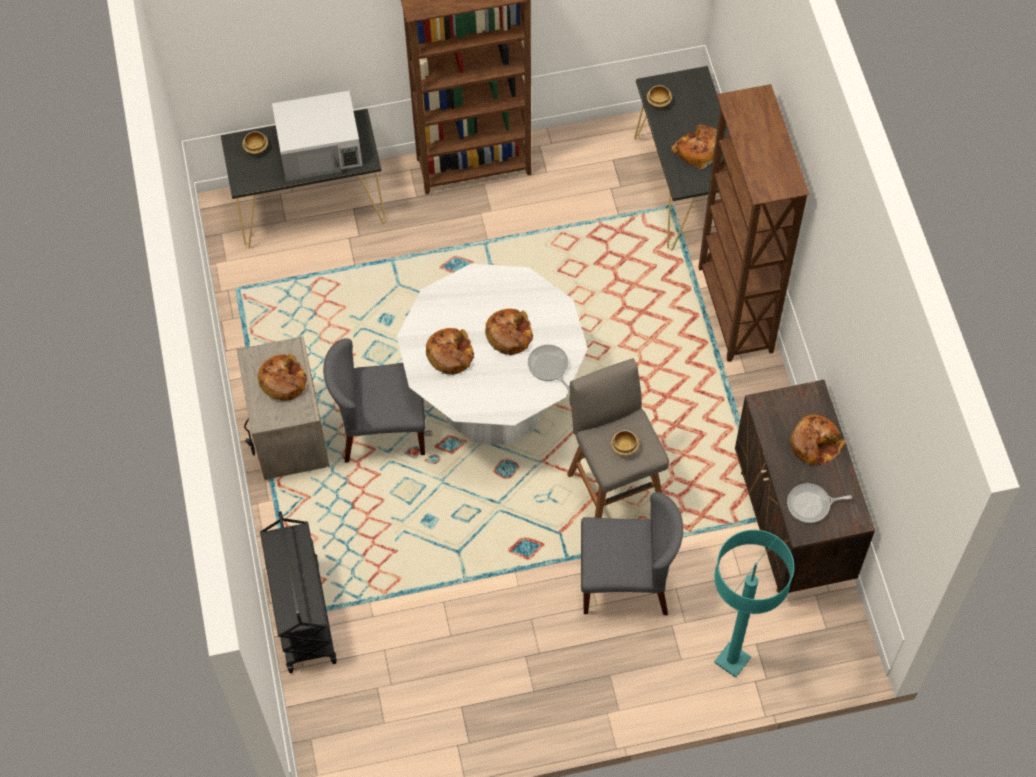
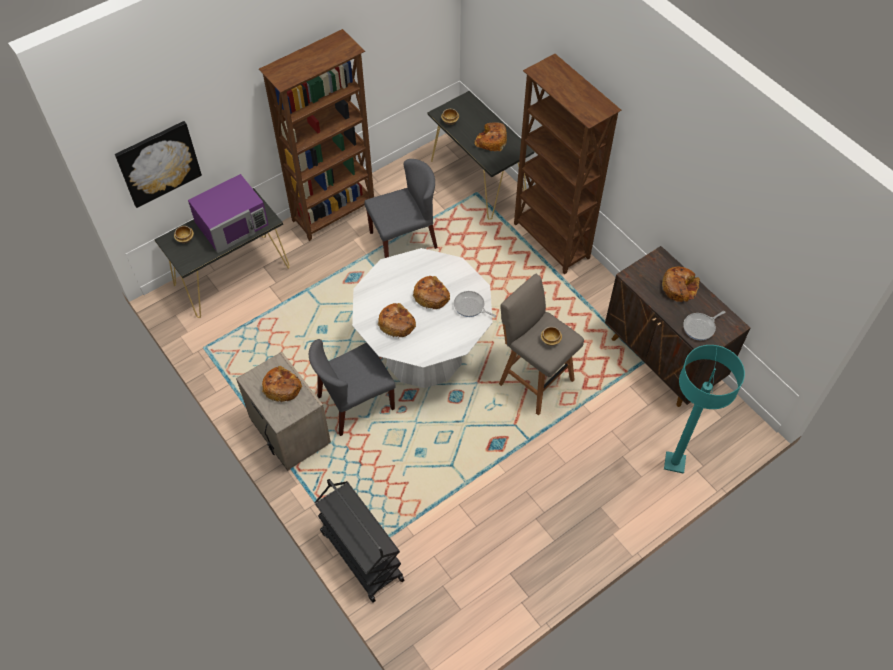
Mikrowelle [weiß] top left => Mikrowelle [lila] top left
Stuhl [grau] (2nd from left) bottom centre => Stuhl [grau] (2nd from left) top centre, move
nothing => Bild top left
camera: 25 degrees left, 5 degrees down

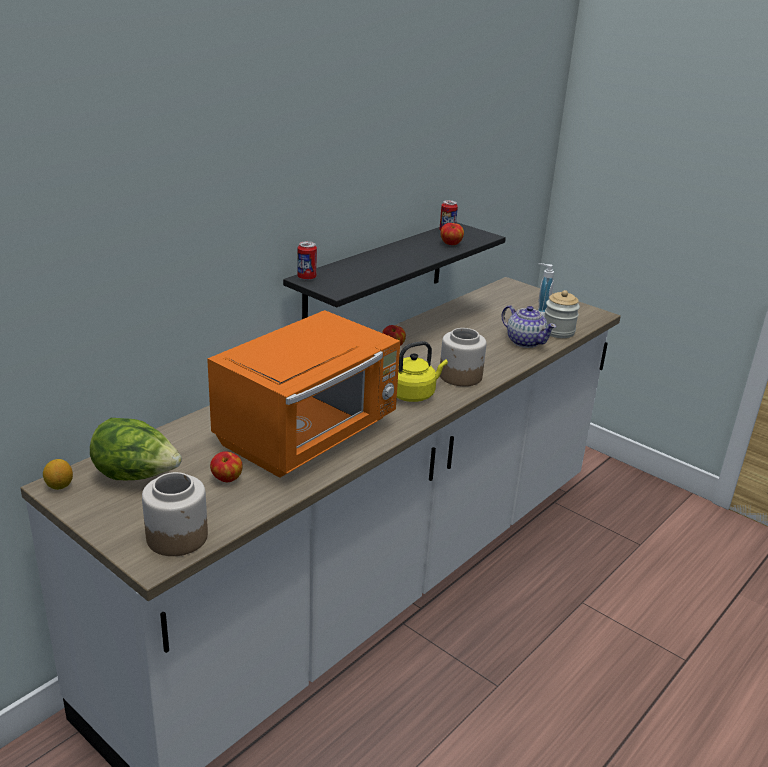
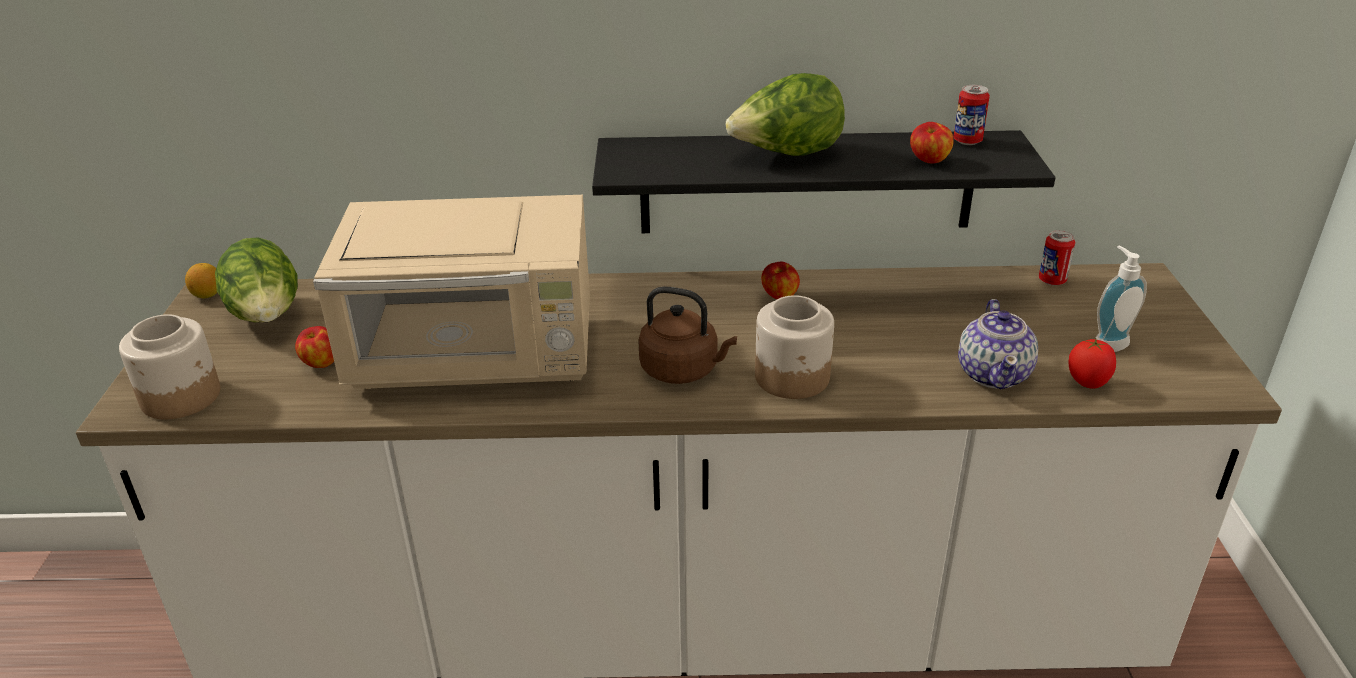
Dose (1st from left in the first image) centre => Dose (2nd from left) middle right, move
Vorratsglas (3rd from left) middle right => Tomate middle right
Mikrowelle [orange] centre => Mikrowelle [beige] middle left
Wasserkessel [gelb] centre => Wasserkessel [braun] centre
nothing => Salatkopf (2nd from left) top centre
camera: 50 degrees right, 5 degrees up

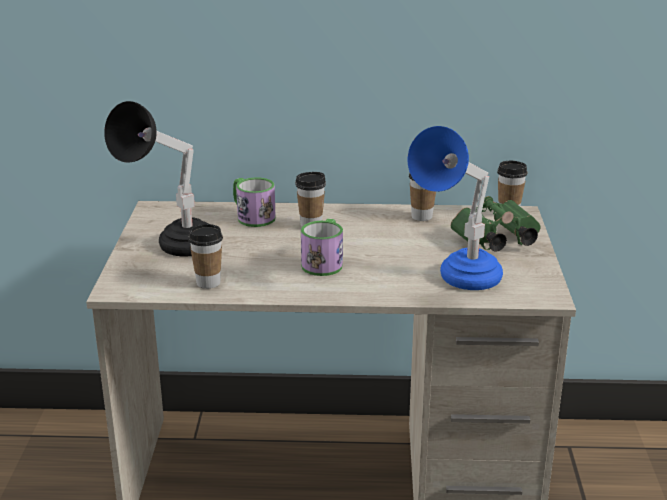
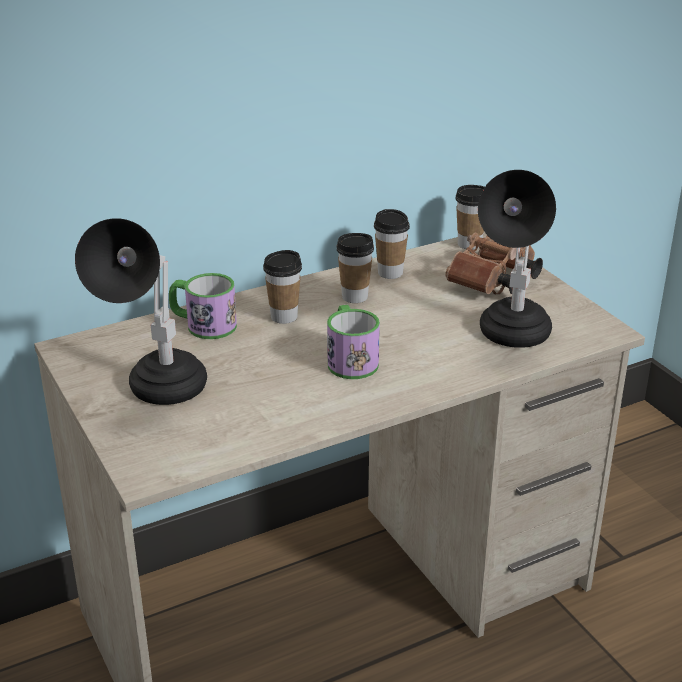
Tischlampe [blau] middle right => Tischlampe [schwarz] (2nd from left) middle right
Fernglas [grün] middle right => Fernglas [braun] middle right
Tasse (1st from left in the first image) middle left => Tasse (2nd from left) centre, move
camera: 30 degrees left, 5 degrees up

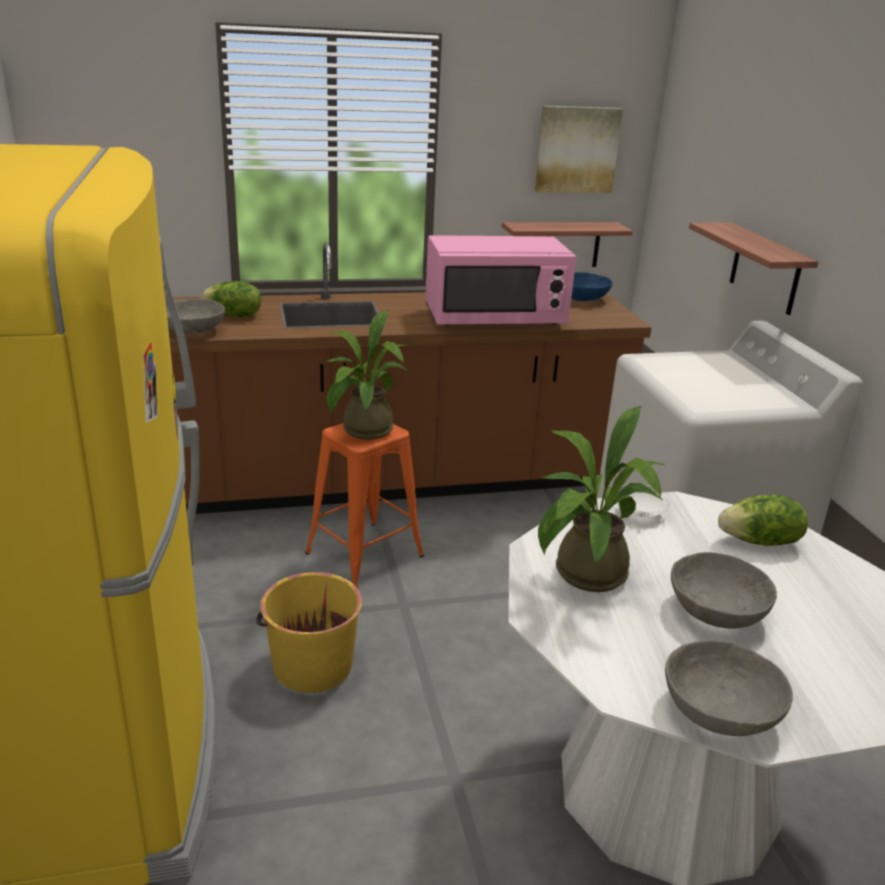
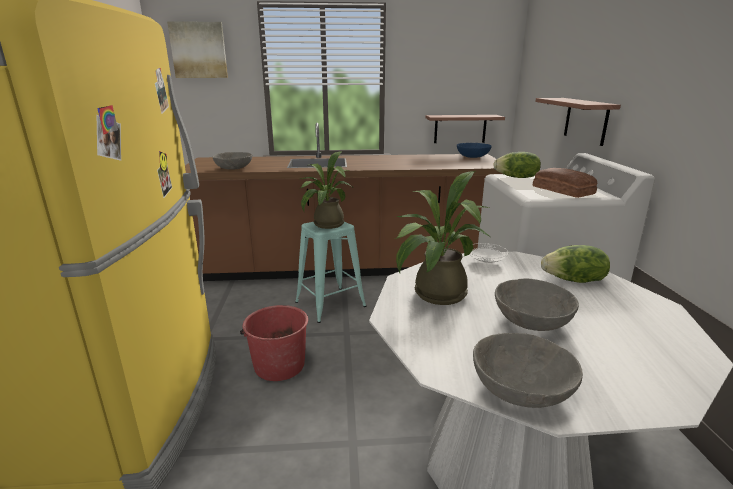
Bild top centre => Bild top left, move
Mikrowelle [rosa] top centre => nothing
Salatkopf (1st from left) middle left => Salatkopf (1st from left) middle right, move
Hocker [orange] centre => Hocker [türkis] centre
Eimer [gelb] bottom centre => Eimer [rot] bottom centre
nothing => Brot middle right
camera: 10 degrees right, 5 degrees down

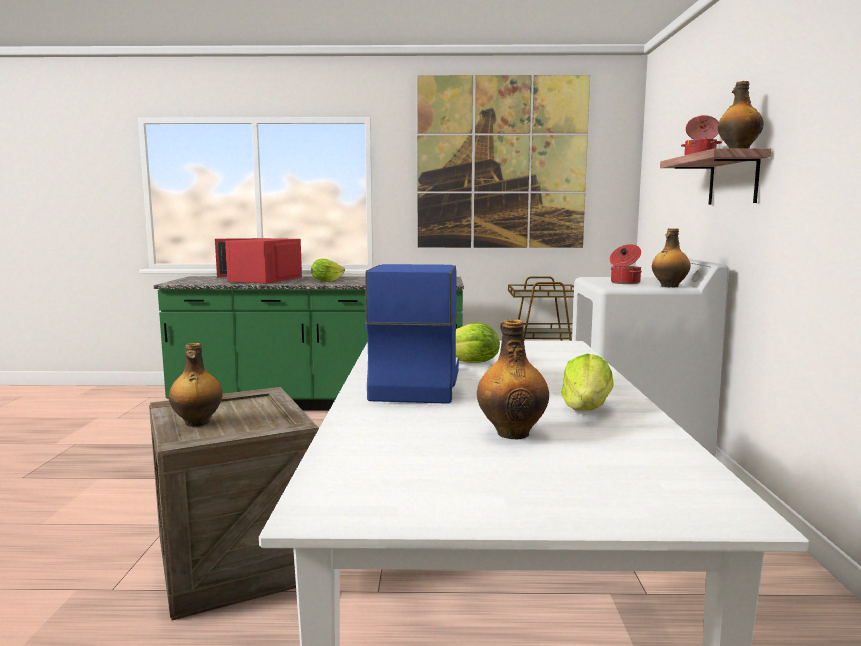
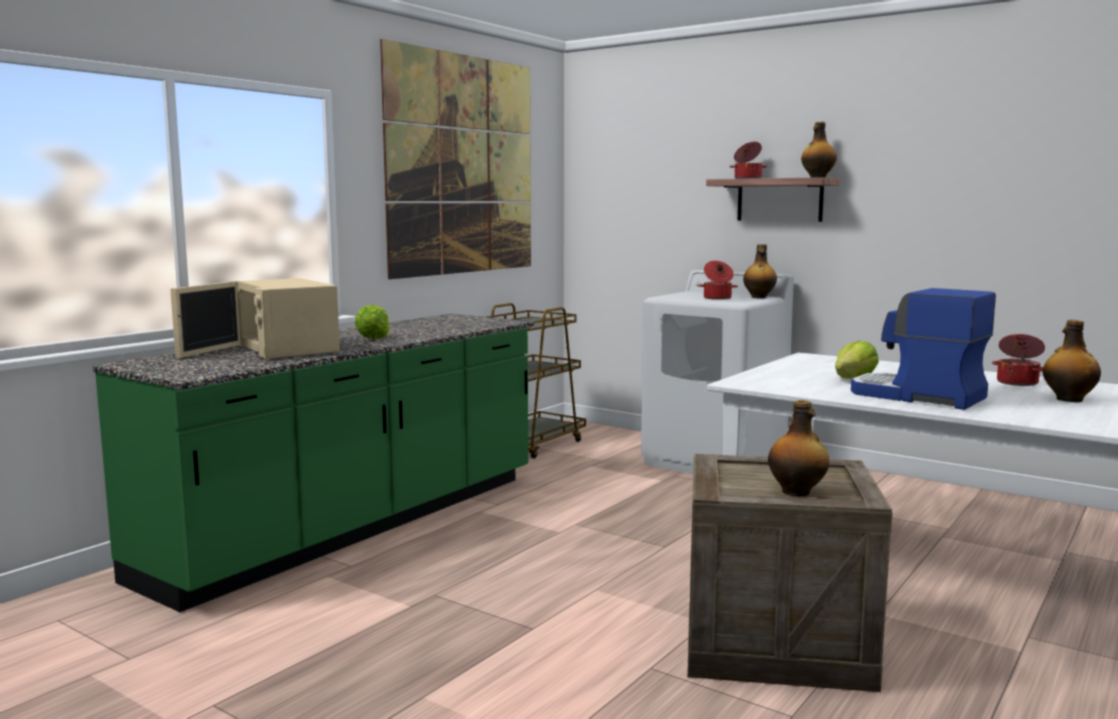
Mikrowelle [rot] middle left => Mikrowelle [beige] middle left
Salatkopf (3rd from left) middle right => Kochtopf (3rd from left) middle right
camera: 55 degrees left, 0 degrees up

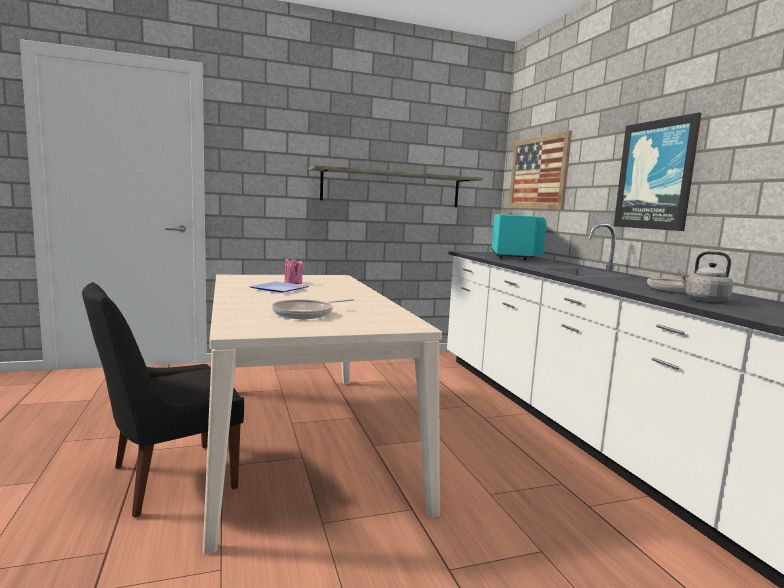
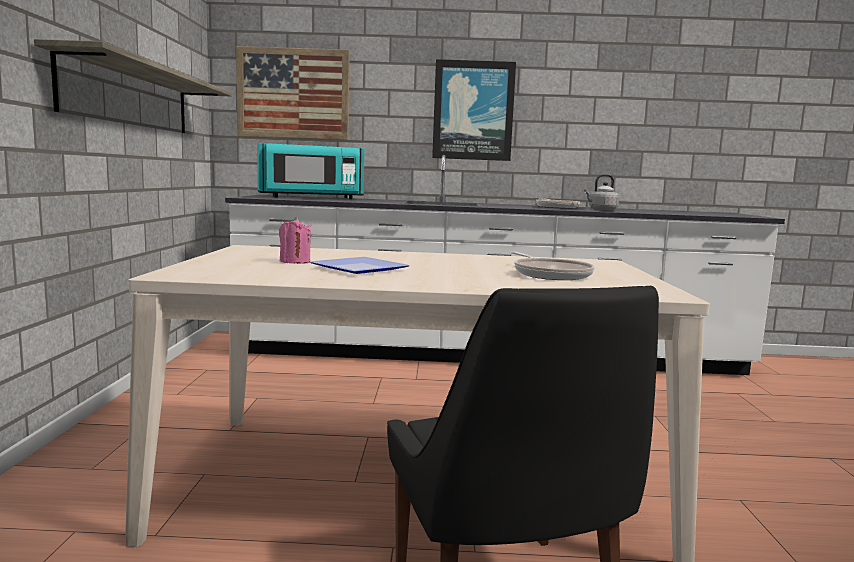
Mikrowelle [türkis] centre => Mikrowelle [türkis] top centre, 135 degrees clockwise
camera: 70 degrees left, 0 degrees up

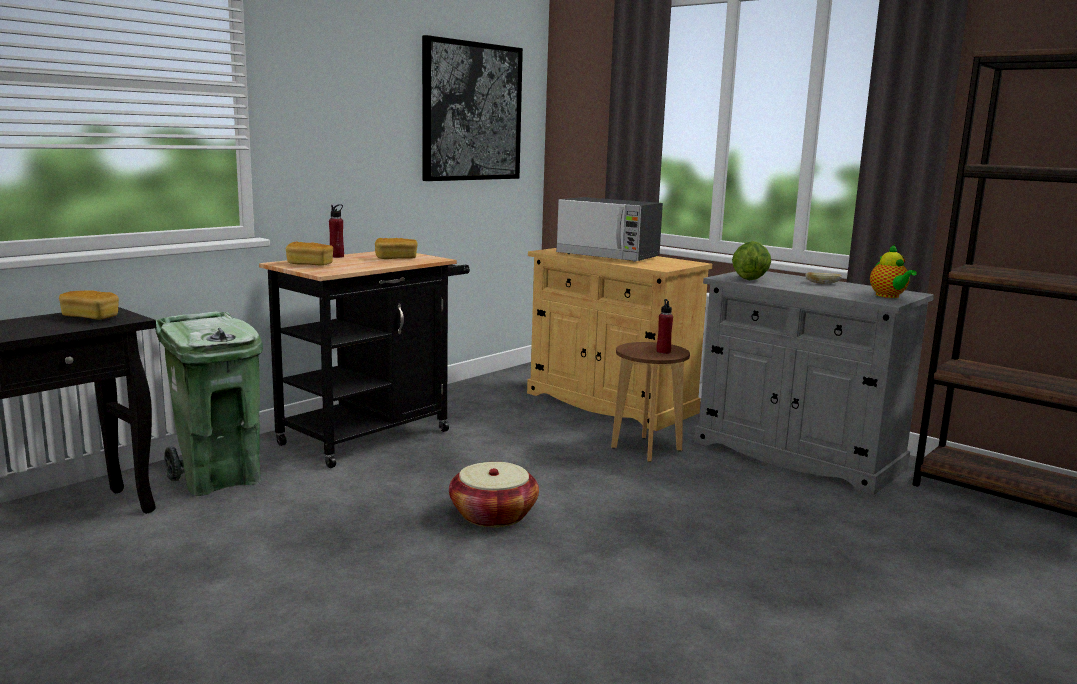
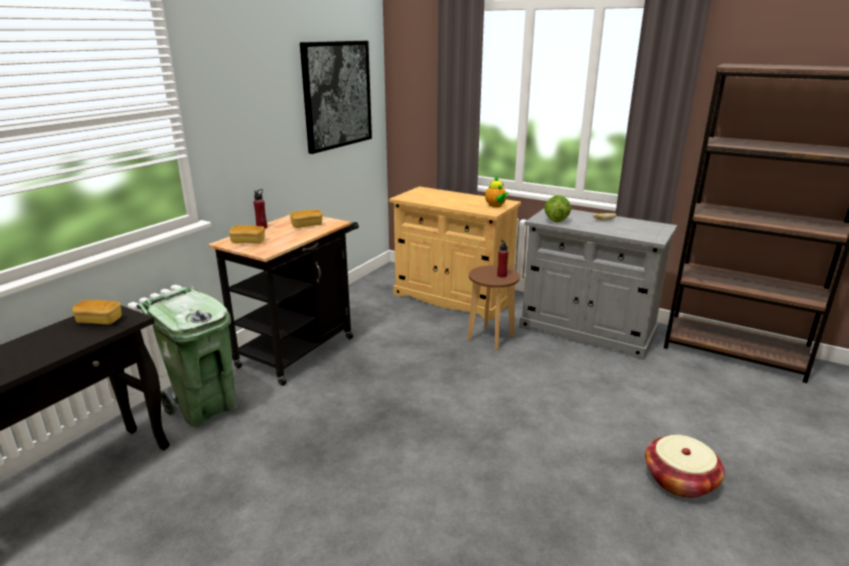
Mikrowelle centre => nothing
Teekanne middle right => Teekanne centre, move
Korb bottom centre => Korb bottom right, move
camera: 10 degrees left, 10 degrees up

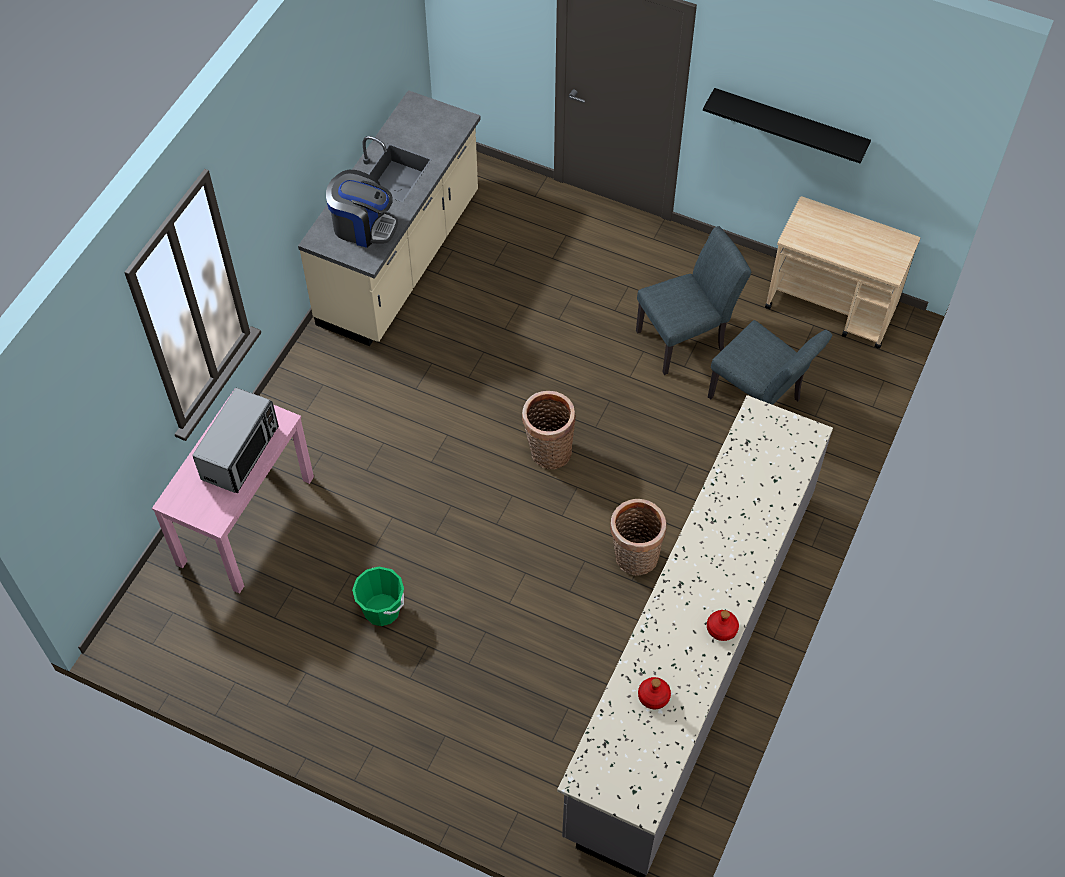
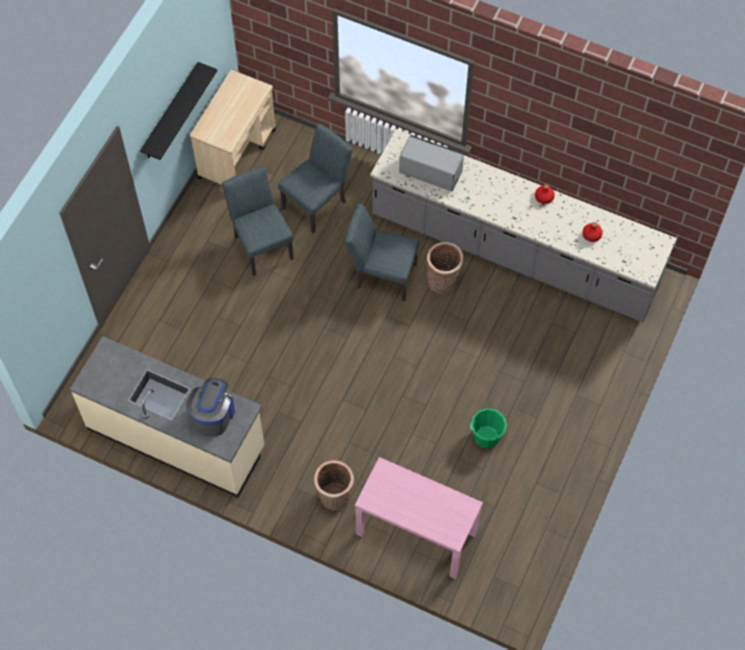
Mikrowelle middle left => Mikrowelle top centre, move
Korb (1st from left) centre => Korb (1st from left) bottom centre, move
nothing => Stuhl [grau] (3rd from left) centre
camera: 90 degrees left, 5 degrees up

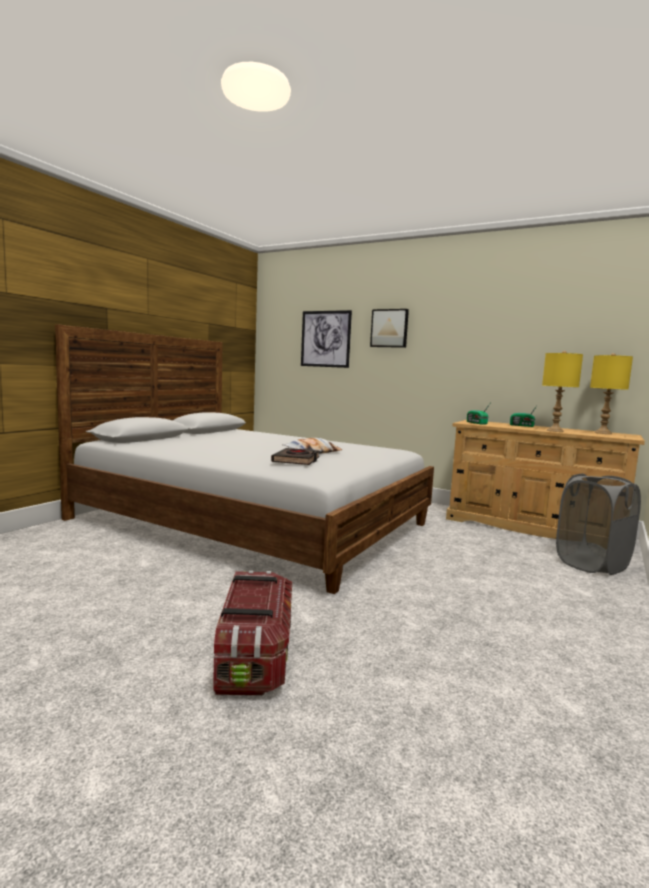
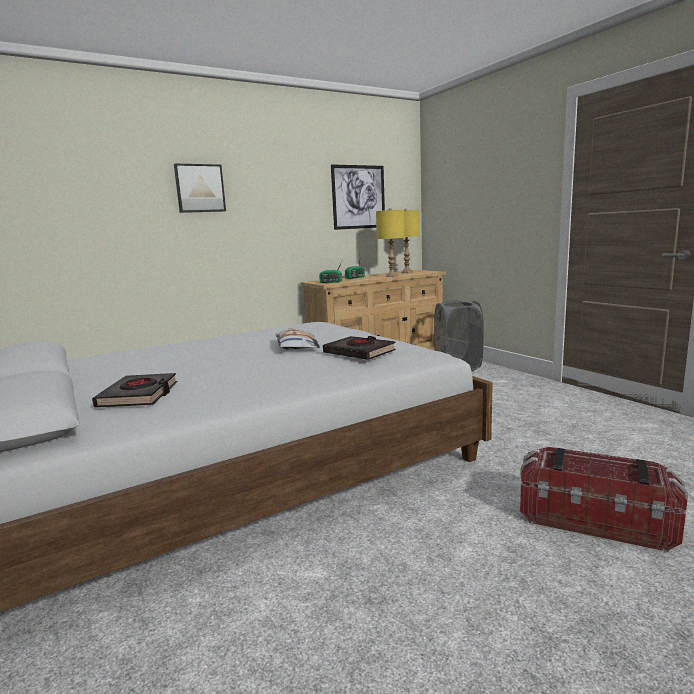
Bild (1st from left in the first image) centre => Bild (2nd from left) top centre, move
nothing => Buch [schwarz] (1st from left) middle left
camera: 60 degrees left, 5 degrees up

